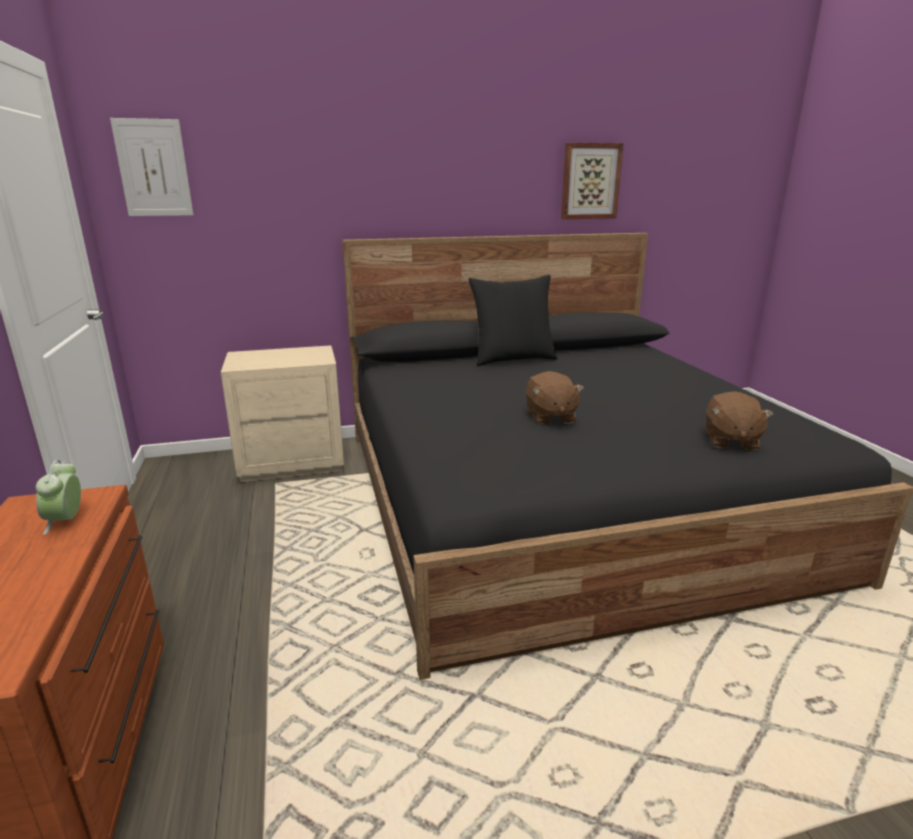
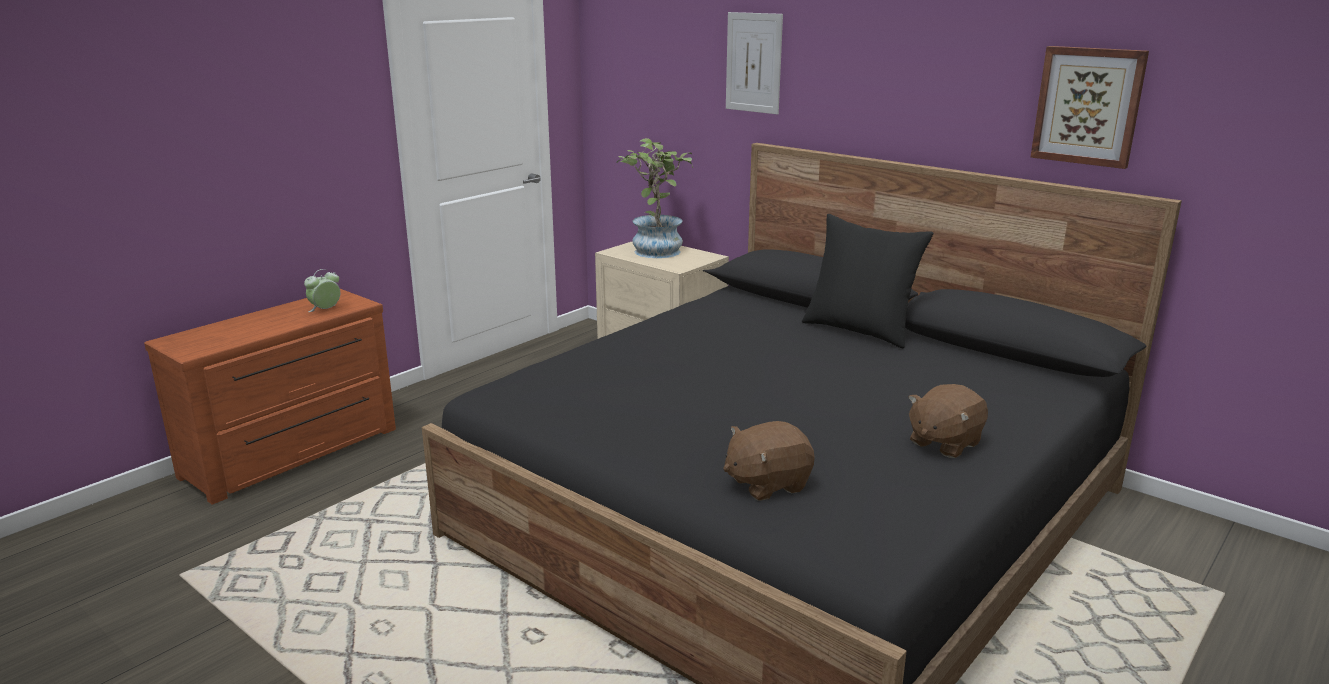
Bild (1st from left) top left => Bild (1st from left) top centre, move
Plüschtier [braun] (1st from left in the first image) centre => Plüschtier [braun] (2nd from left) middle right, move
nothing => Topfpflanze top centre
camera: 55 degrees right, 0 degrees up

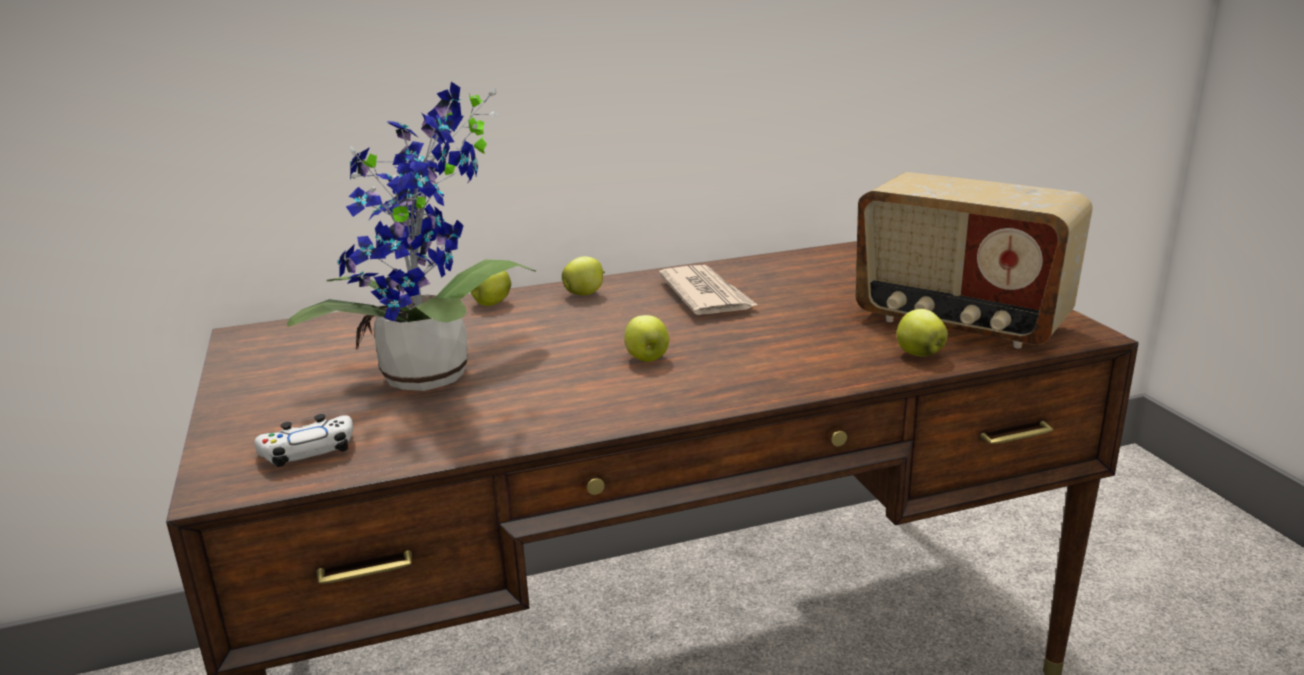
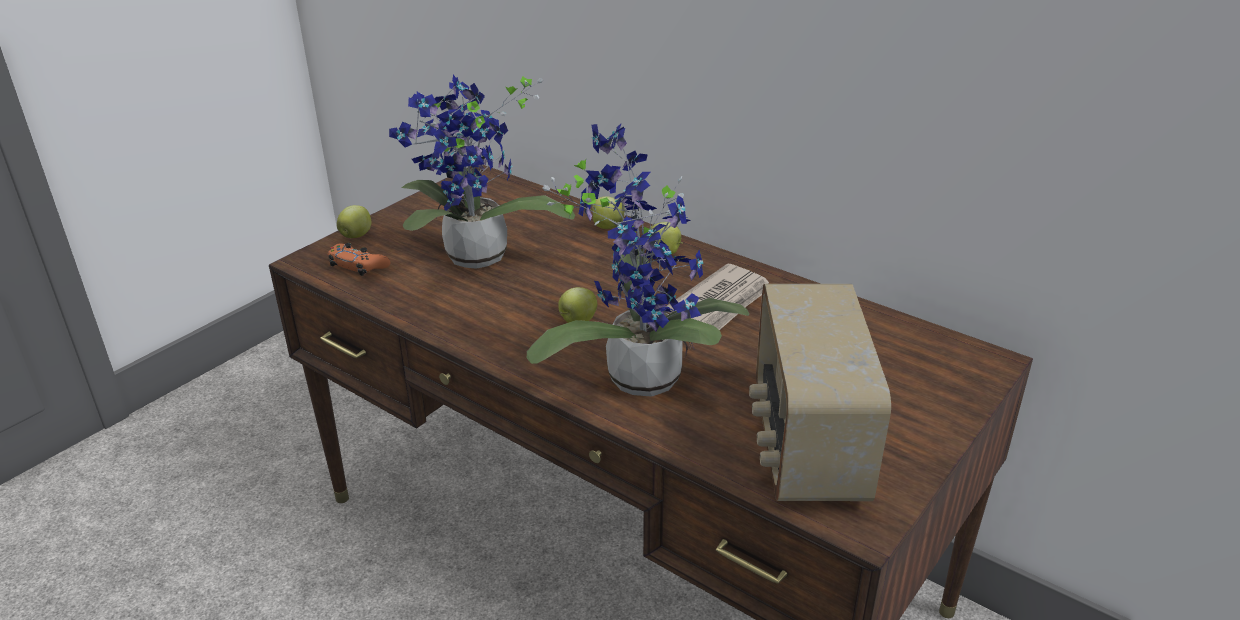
Apfel (4th from left in the first image) middle right => Apfel (1st from left) middle left, move
Gamepad [weiß] middle left => Gamepad [orange] middle left
nothing => Topfpflanze (2nd from left) centre
camera: 55 degrees right, 10 degrees up

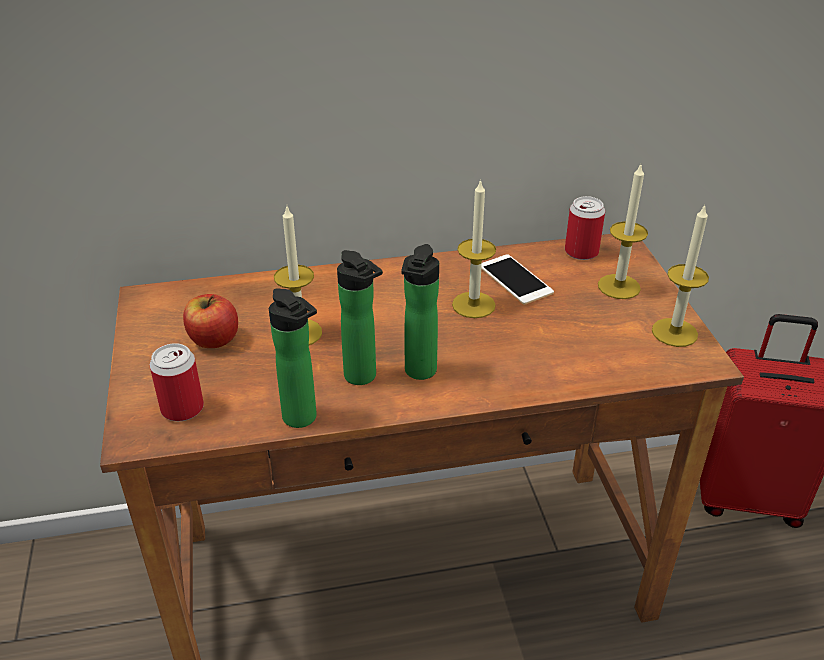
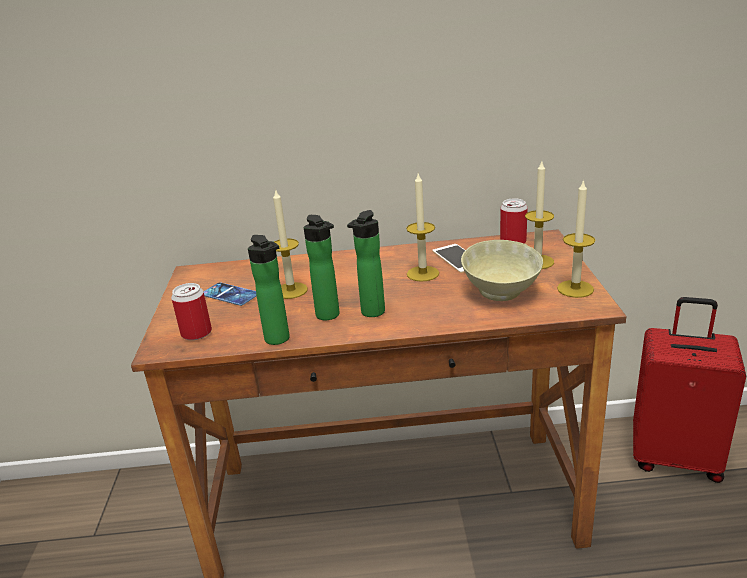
Apfel middle left => Handy (1st from left) middle left
nothing => Schüssel [beige] middle right
camera: 10 degrees right, 10 degrees down

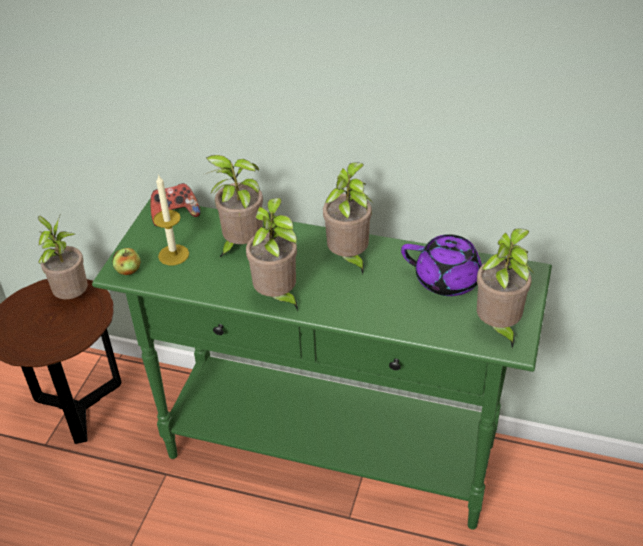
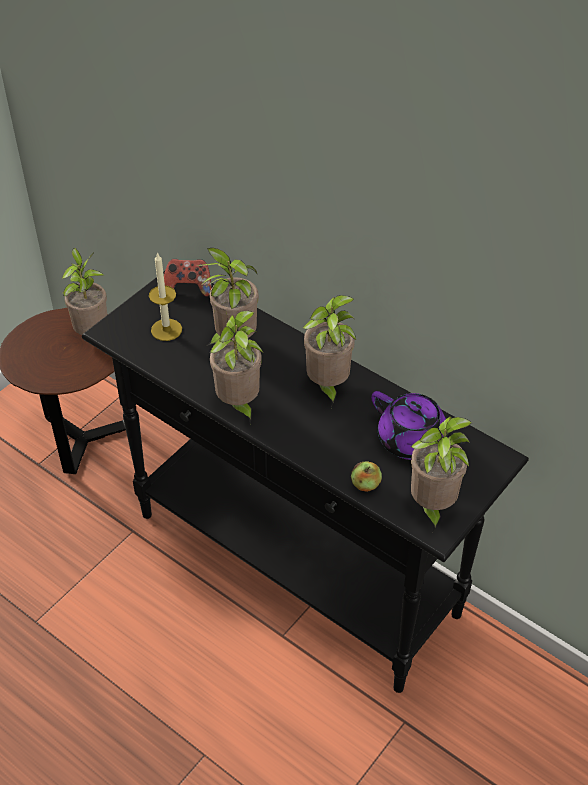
Konsolentisch [grün] bottom centre => Konsolentisch [schwarz] centre
Apfel middle left => Apfel centre, move
camera: 20 degrees right, 5 degrees up

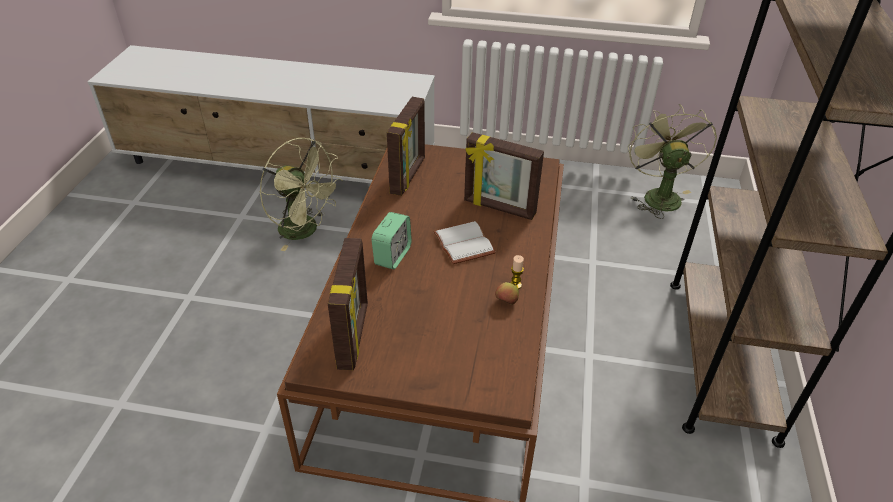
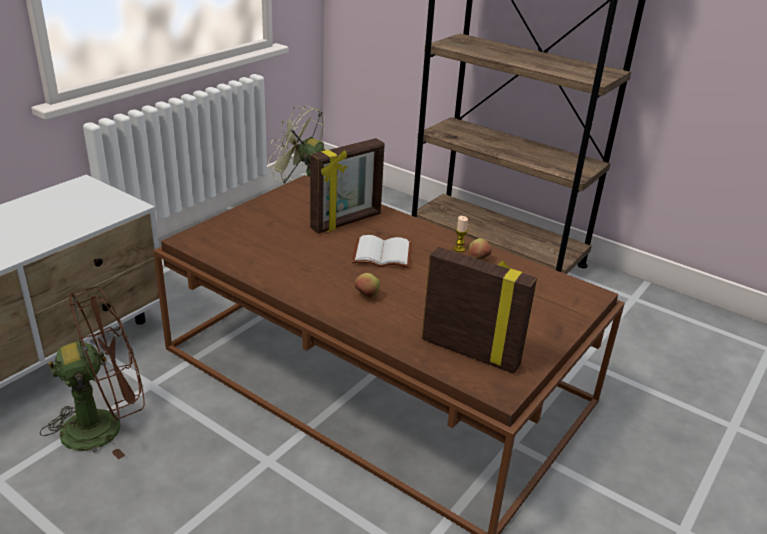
Bilderrahmen (2nd from left) top centre => nothing
Ventilator [grün] (1st from left) centre => Ventilator [braun] bottom left
Wecker centre => Apfel (1st from left) centre
camera: 65 degrees left, 10 degrees down

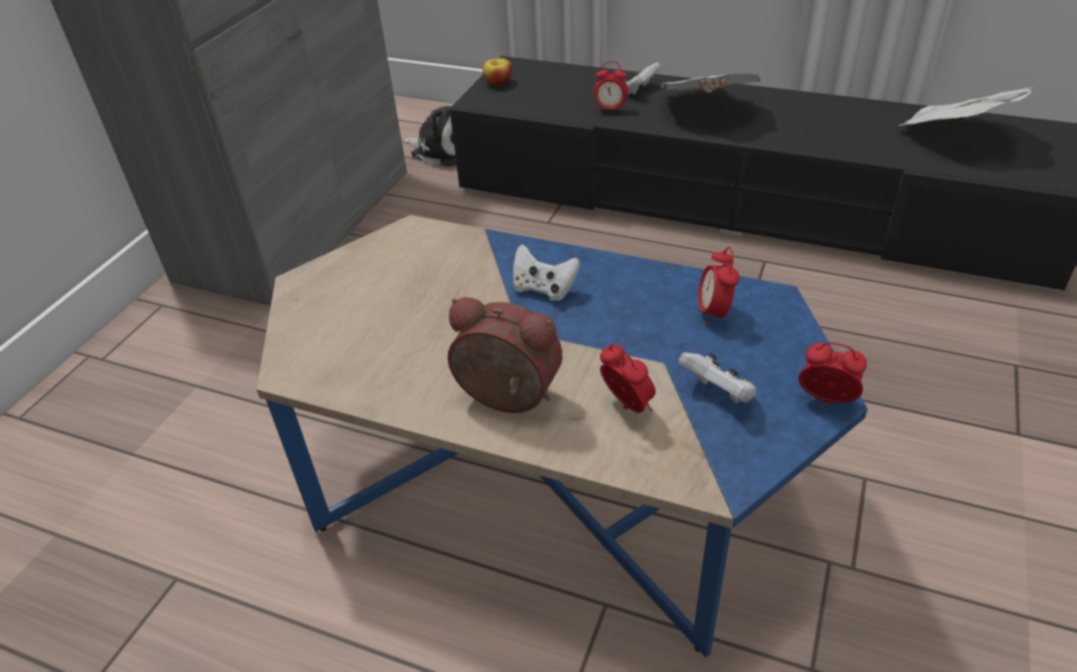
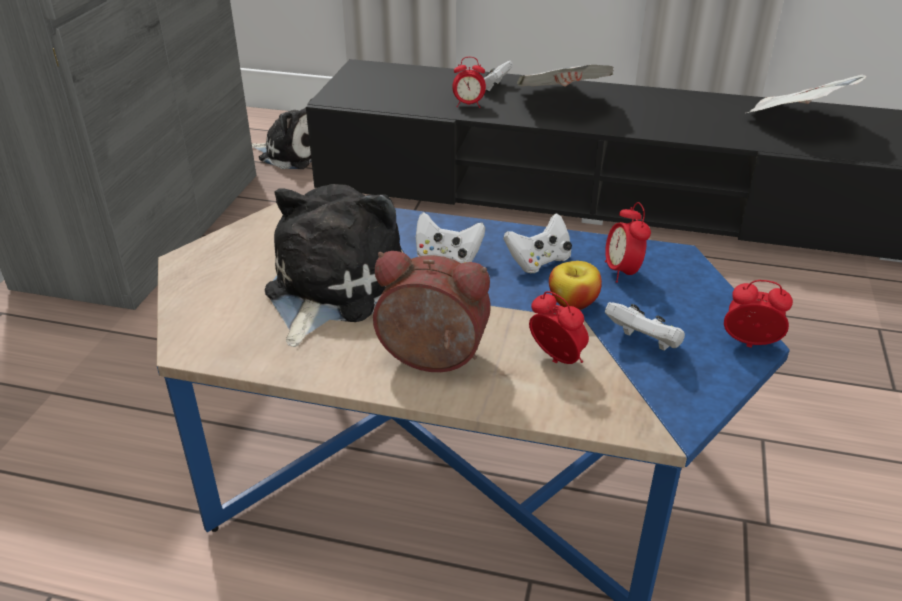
Apfel top centre => Apfel centre, move
nothing => Plüschtier (2nd from left) centre
nothing => Gamepad [weiß] (3rd from left) centre
camera: 10 degrees left, 5 degrees down

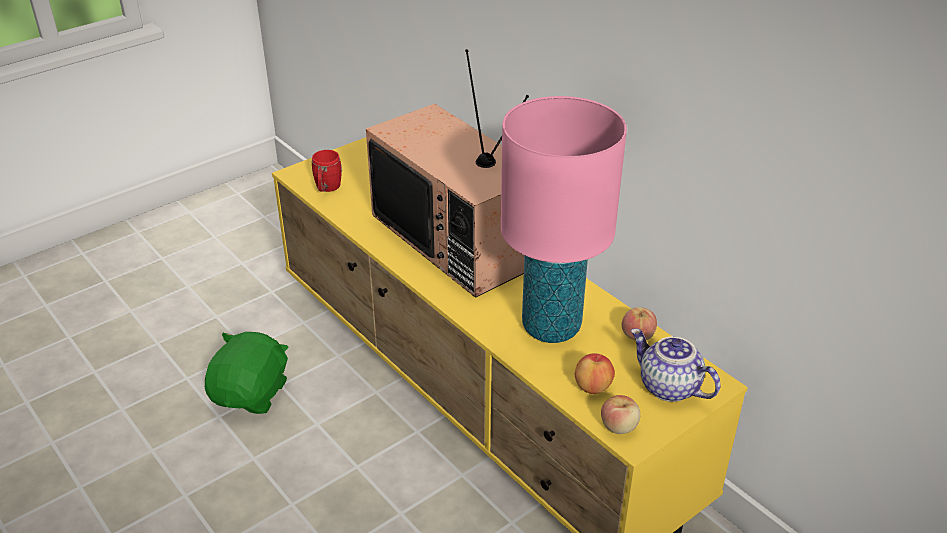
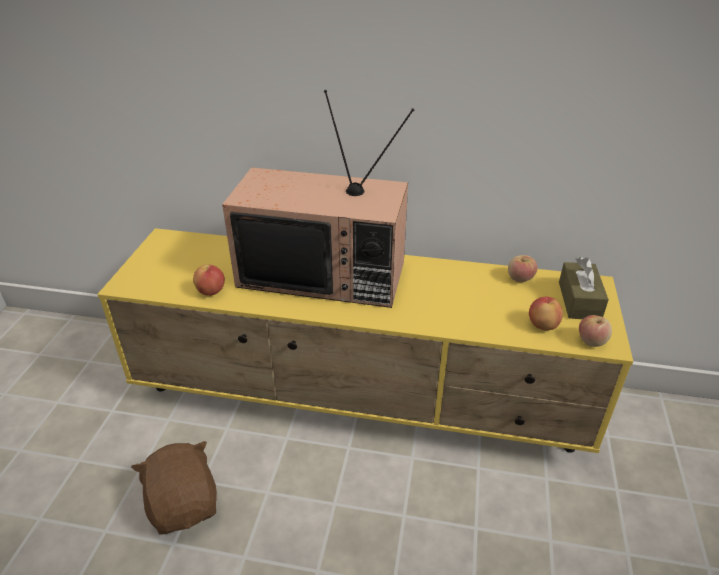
Tischlampe [rosa] centre => nothing
Henkelbecher [rot] top centre => nothing
Teekanne bottom right => Taschentuchbox [braun] middle right
Plüschtier [grün] bottom left => Plüschtier [braun] bottom left
nothing => Apfel (1st from left) middle left
camera: 40 degrees left, 0 degrees up

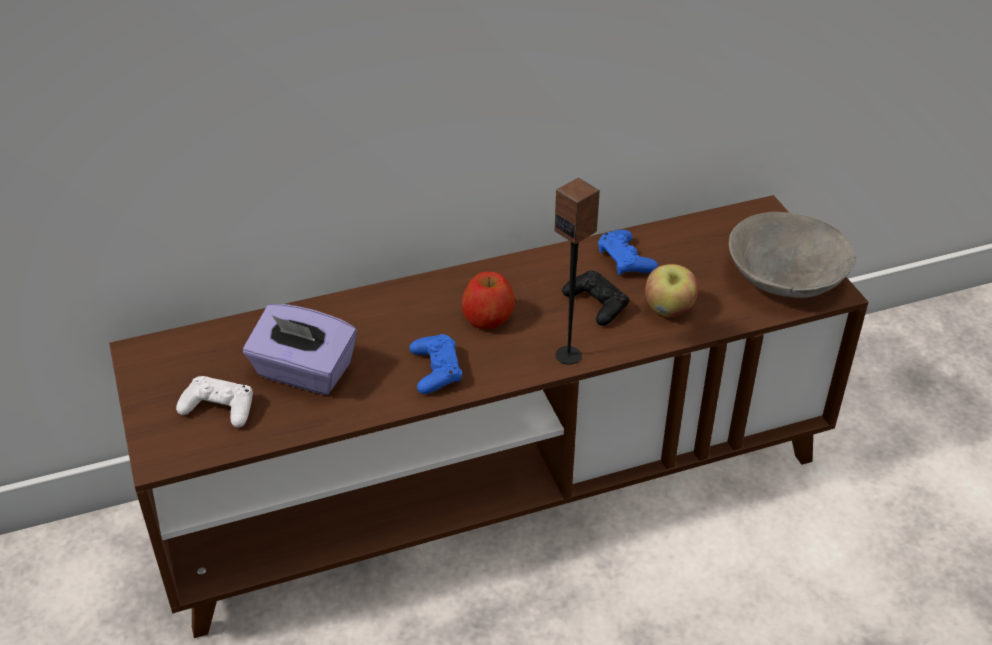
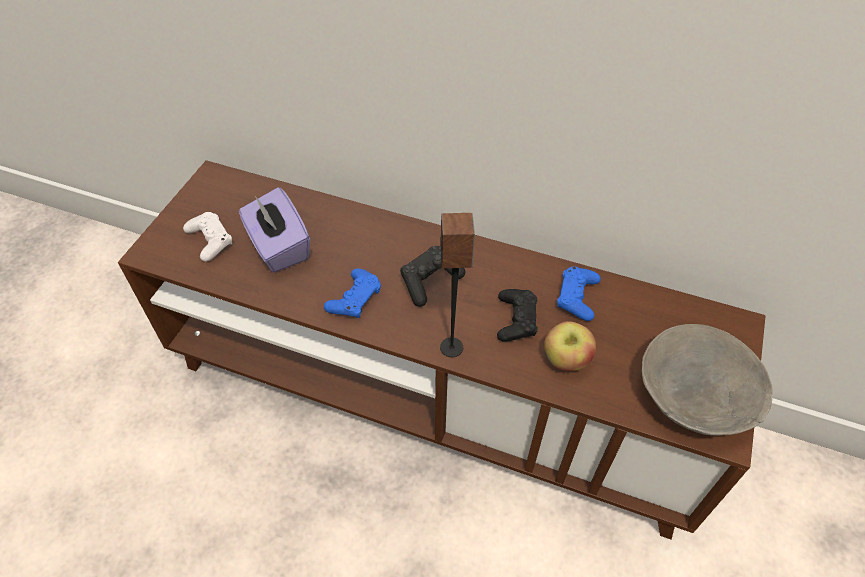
Apfel (1st from left) centre => Gamepad [schwarz] (1st from left) centre
camera: 40 degrees right, 10 degrees up

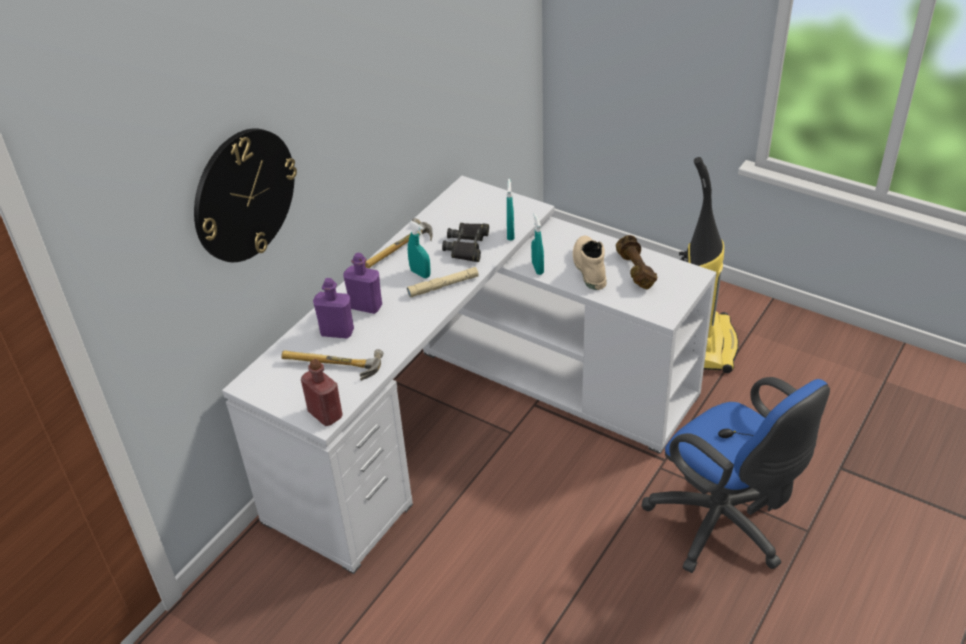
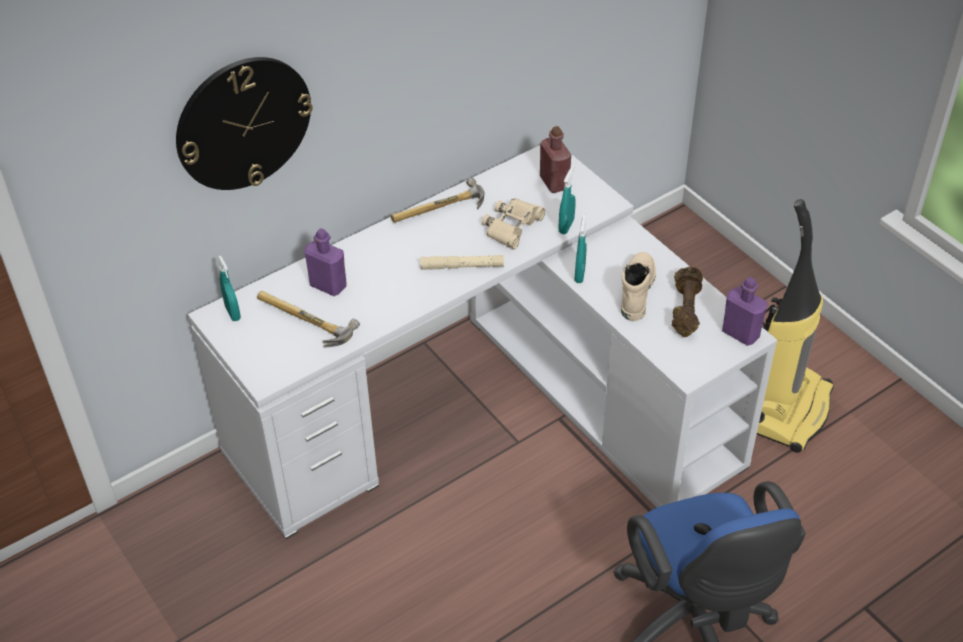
Sprühflasche [türkis] (1st from left) centre => Sprühflasche [türkis] (1st from left) middle left, move
Fernglas [schwarz] centre => Fernglas [beige] centre
Flasche [lila] (2nd from left) centre => Flasche [lila] (2nd from left) middle right, move
Flasche [rot] centre => Flasche [rot] top centre, move
camera: 20 degrees right, 5 degrees up

